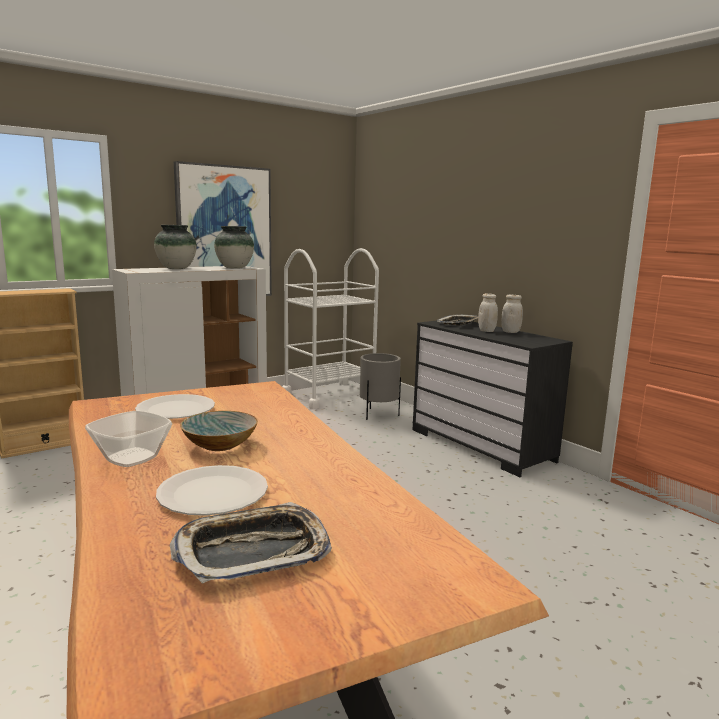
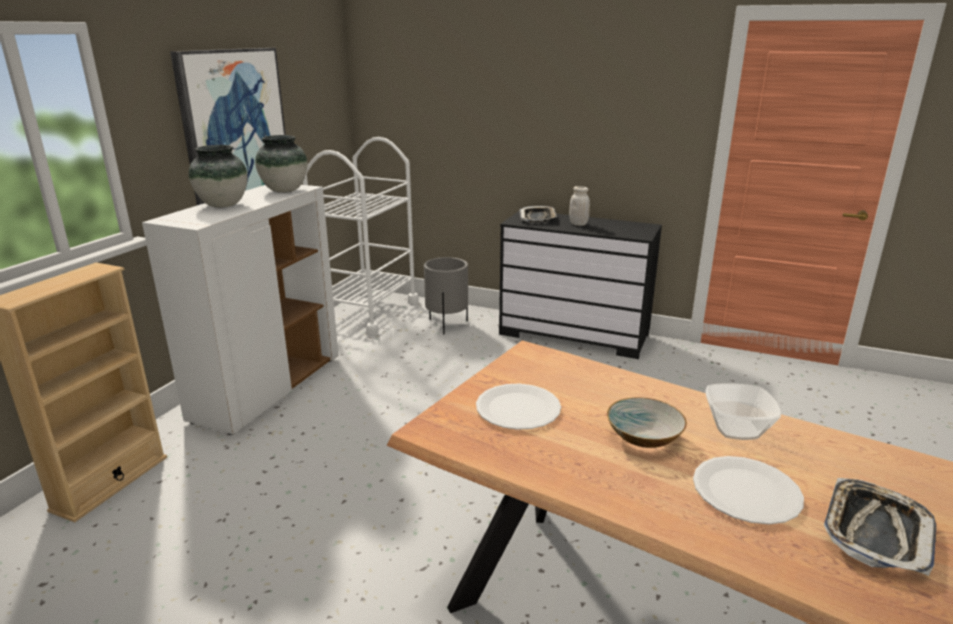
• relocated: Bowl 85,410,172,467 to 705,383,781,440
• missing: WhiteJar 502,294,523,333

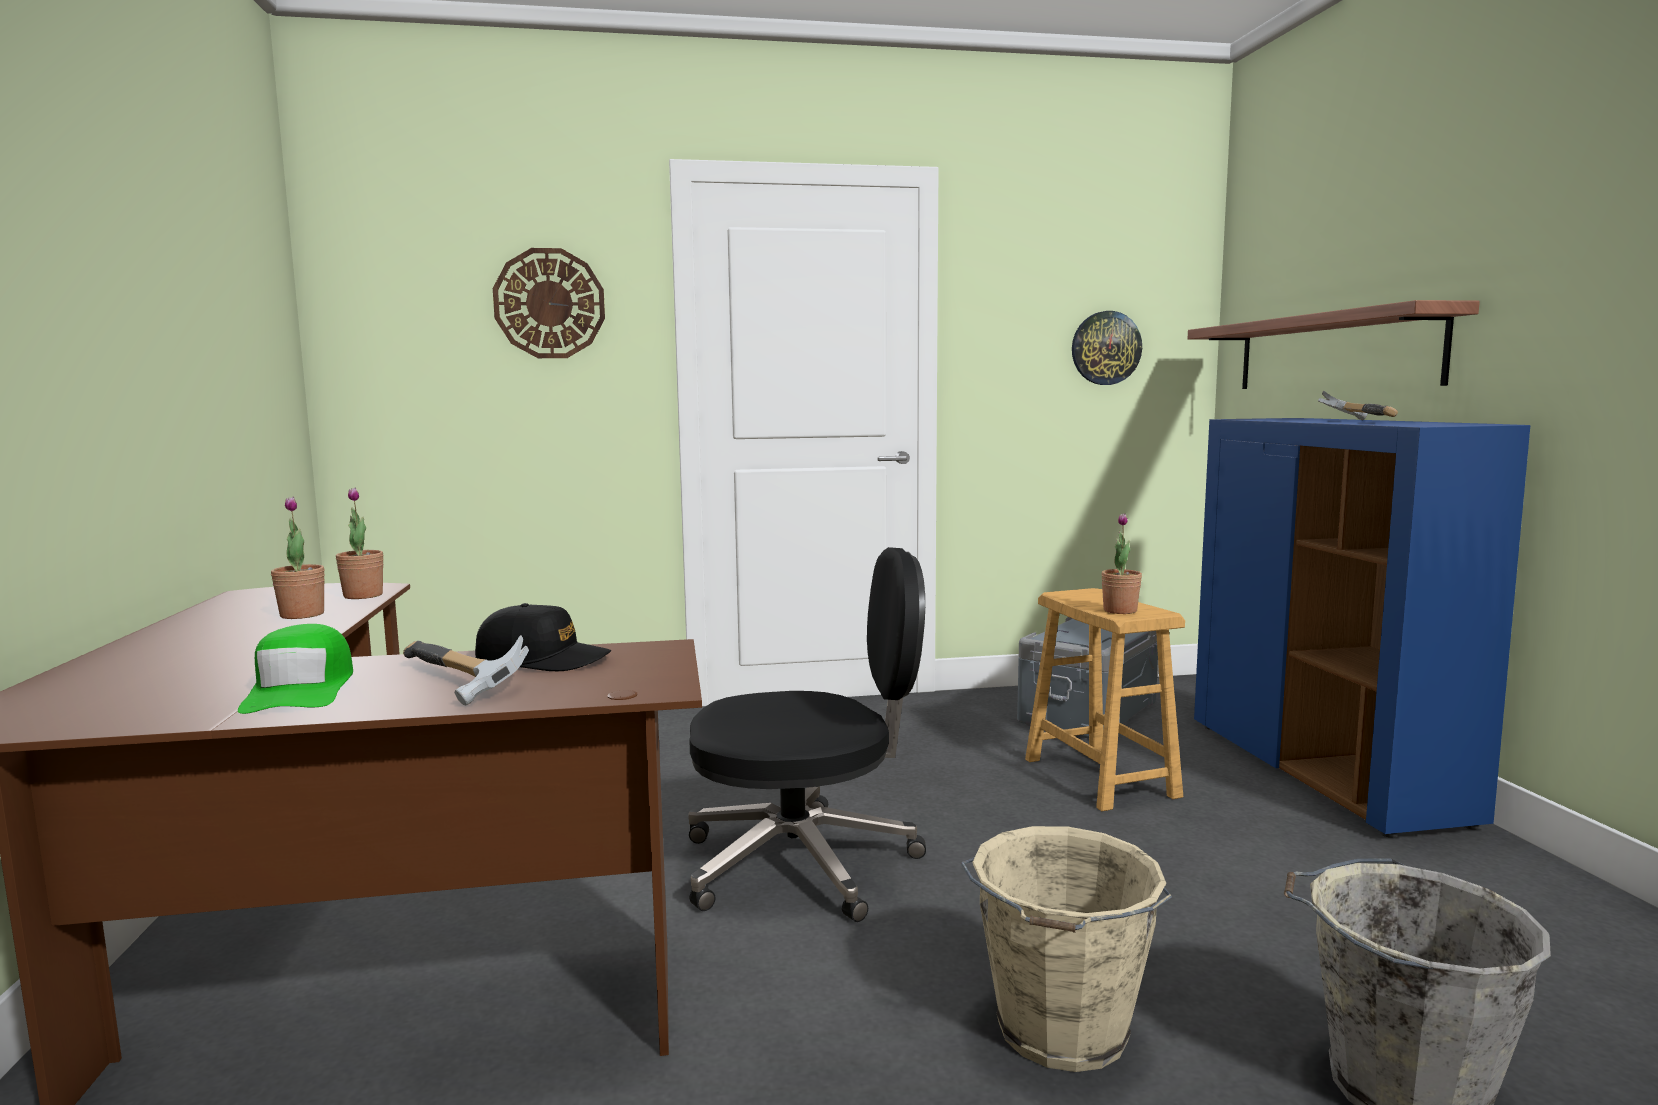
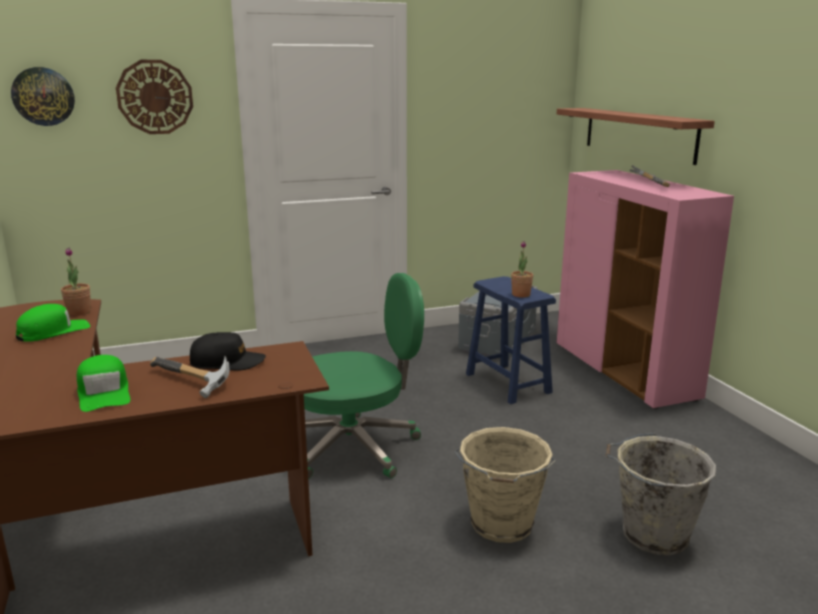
• exchanged: PottedPlant 271,497,325,619 to GreenCap 16,304,90,342
• colour: BlackOfficeChair 688,547,926,922 to GreenOfficeChair 304,273,424,479
• colour: BrownStool 1025,588,1185,811 to BlueStool 466,276,556,404
• relocated: WallClock 1072,311,1142,385 to 11,67,75,126
• colour: BlueCabinet 1194,418,1530,838 to PinkCabinet 557,170,734,409

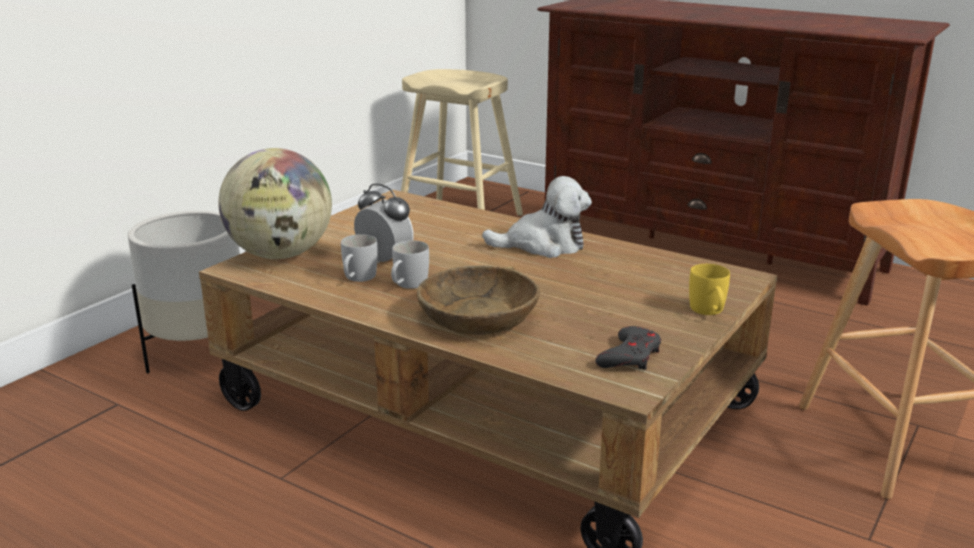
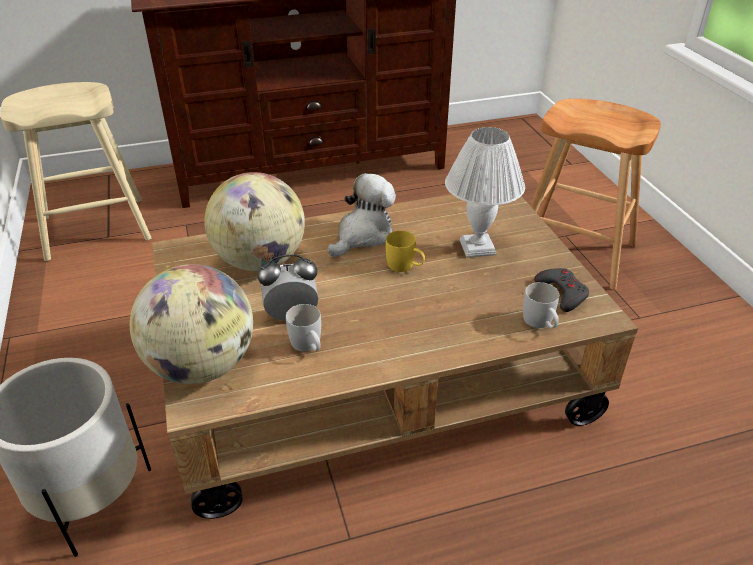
• relocated: WhiteMug 391,240,429,289 to 523,282,559,328
• missing: BrownBowl 417,265,540,335
• relocated: YellowMug 689,264,730,315 to 386,231,425,272
• appeared: Globe 204,172,305,271
• appeared: WhiteTableLamp 445,127,525,258

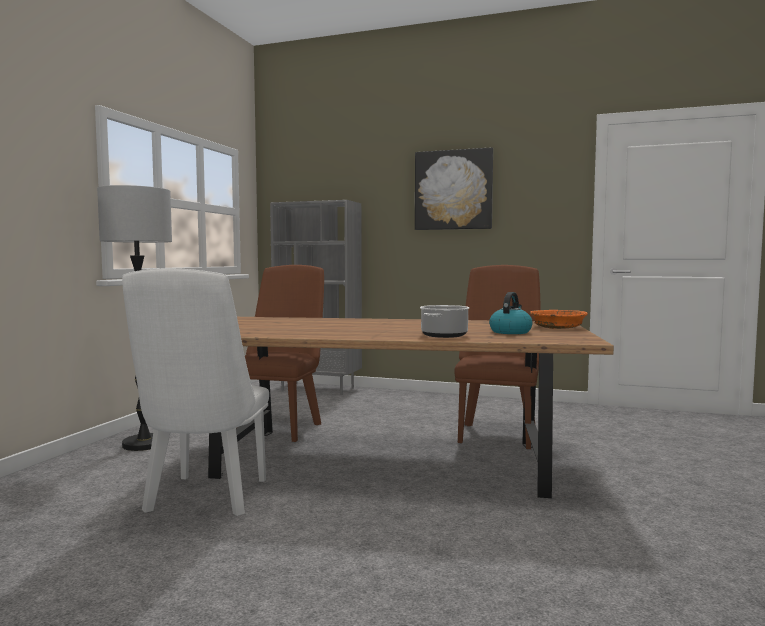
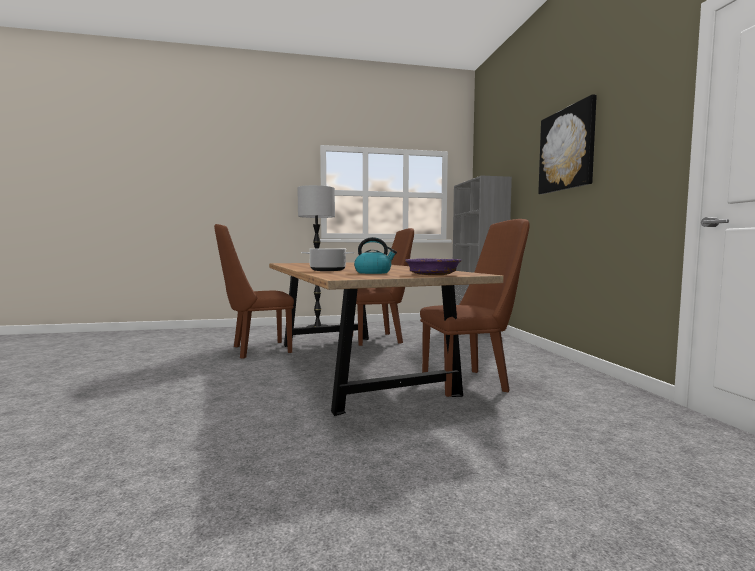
• colour: WhiteChair 122,268,269,516 to BrownChair 214,224,294,359
• colour: OrangeBowl 530,310,588,329 to PurpleBowl 405,258,462,275

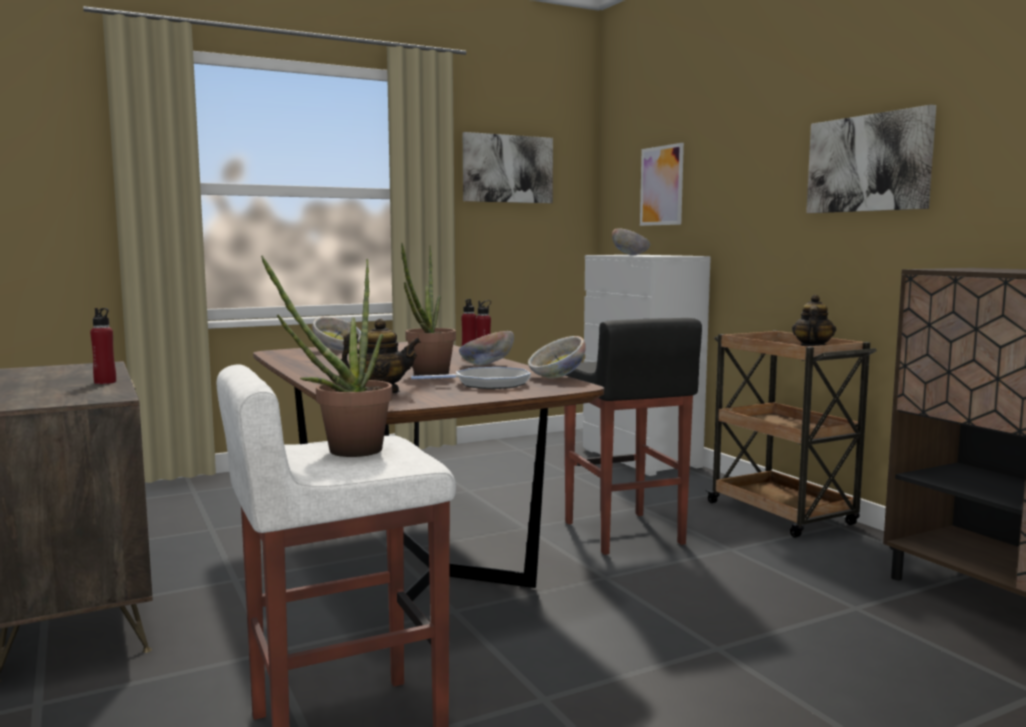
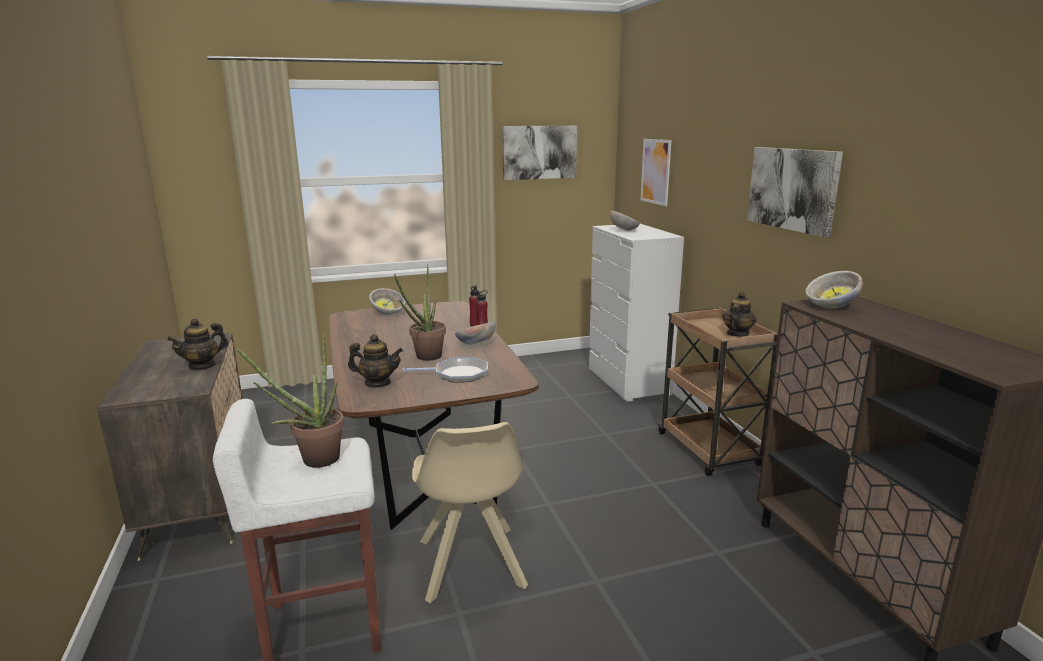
• exchanged: RedBottle 90,308,116,384 to Teapot 167,318,228,371
• relocated: Bowl 528,336,586,378 to 805,271,863,309
• missing: BlackStool 564,318,702,555
• appeared: BeigeChair 412,422,528,603

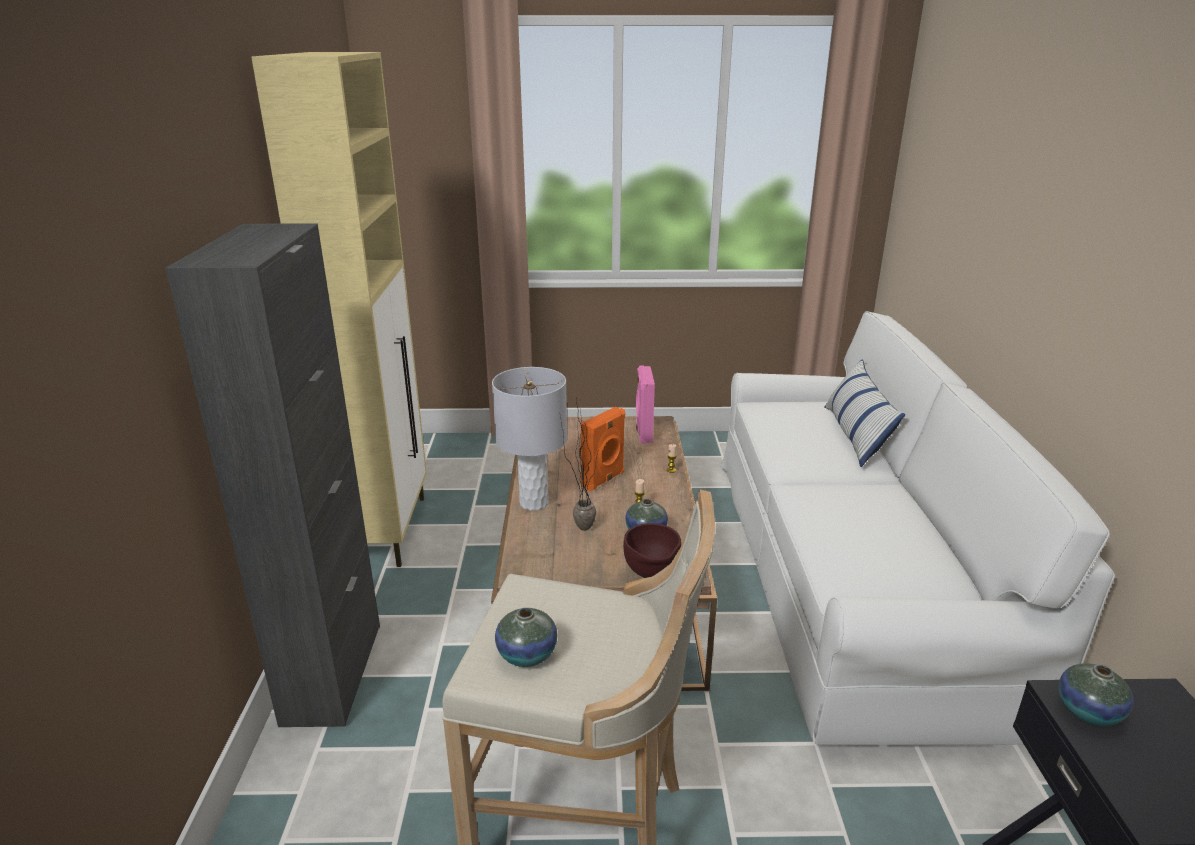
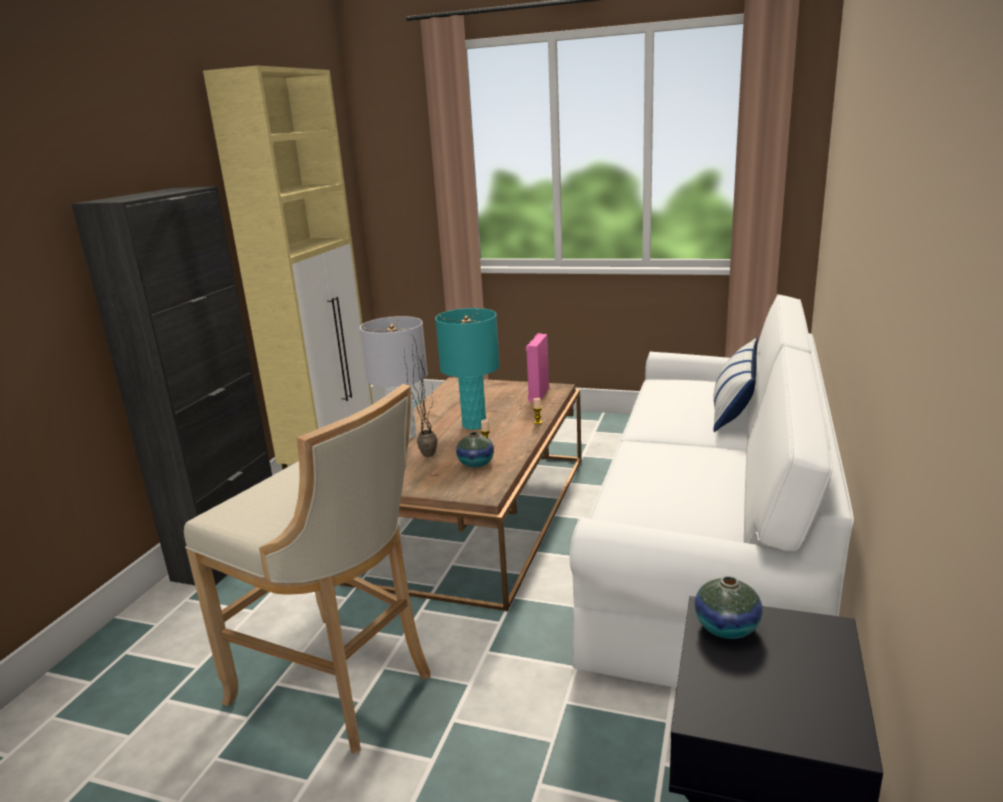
• missing: Vase 495,608,557,667
• exchanged: OrangeSpeaker 581,407,625,491 to TurquoiseTableLamp 435,308,500,430
• missing: BrownBowl 623,523,681,578

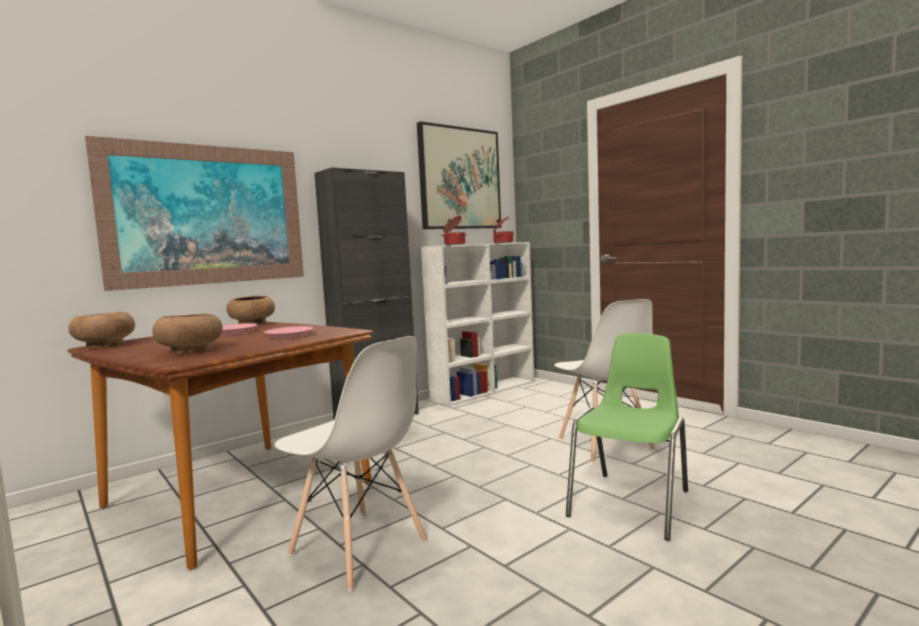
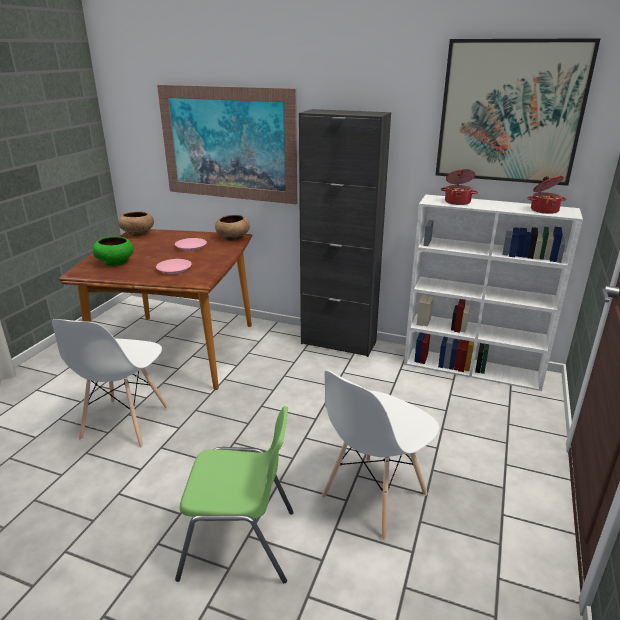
• colour: BrownBowl 152,314,223,355 to GreenBowl 93,236,134,266

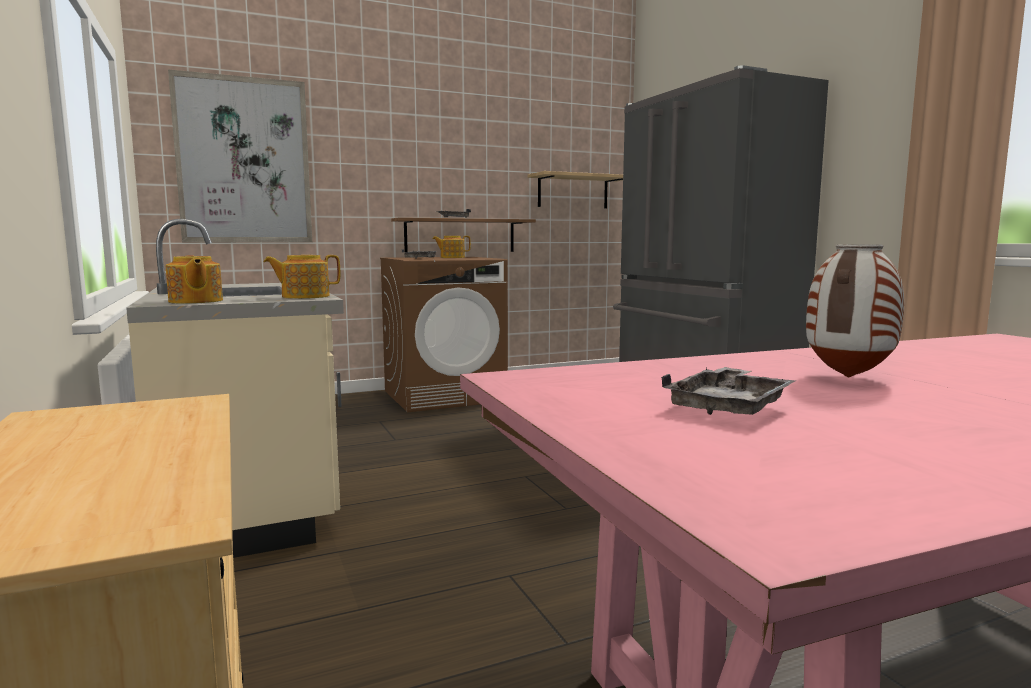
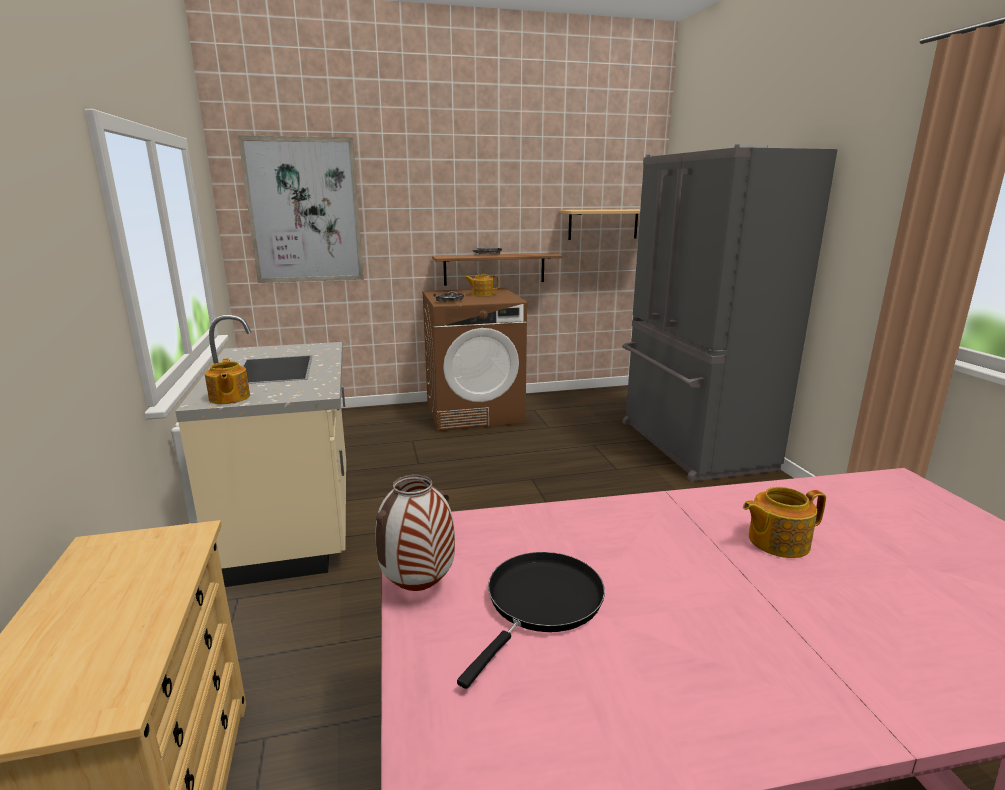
• relocated: Teapot 263,255,340,299 to 743,487,826,558
• exchanged: GreyTray 661,367,796,415 to BlackFryingPan 457,552,605,689
• relocated: Vase 806,244,904,378 to 375,474,455,591

